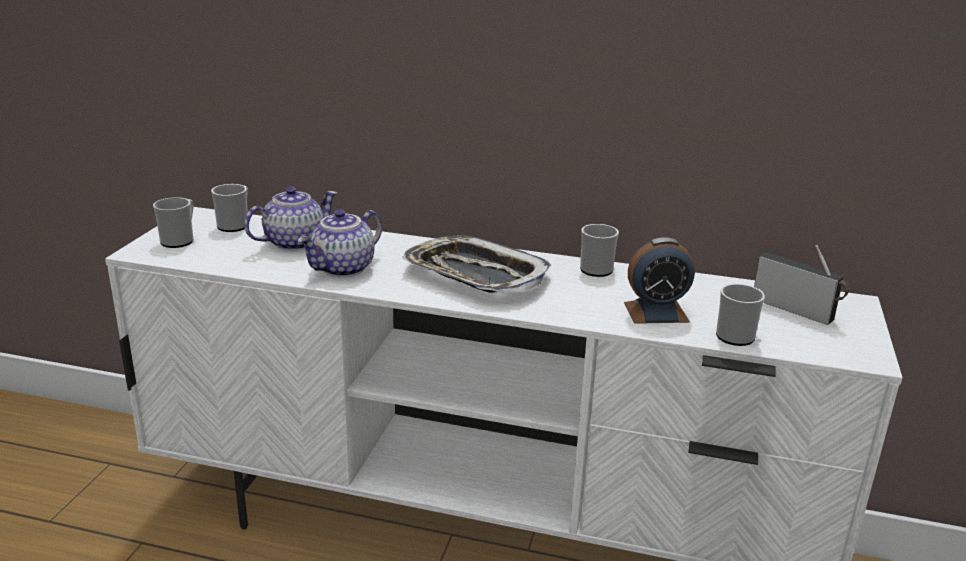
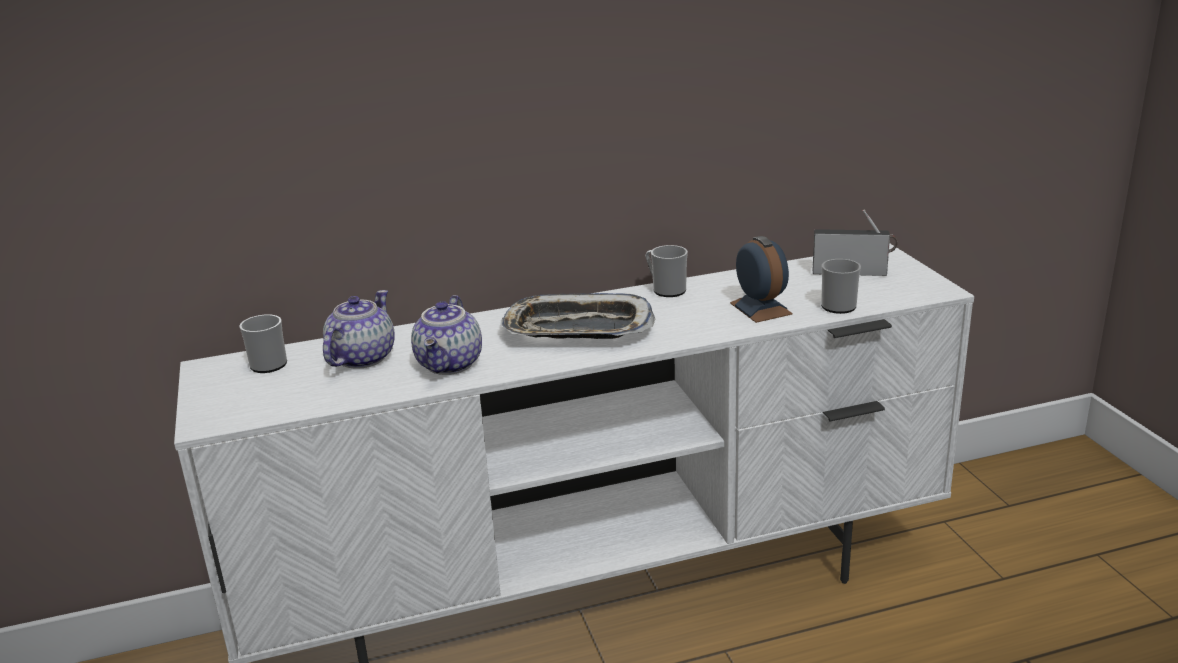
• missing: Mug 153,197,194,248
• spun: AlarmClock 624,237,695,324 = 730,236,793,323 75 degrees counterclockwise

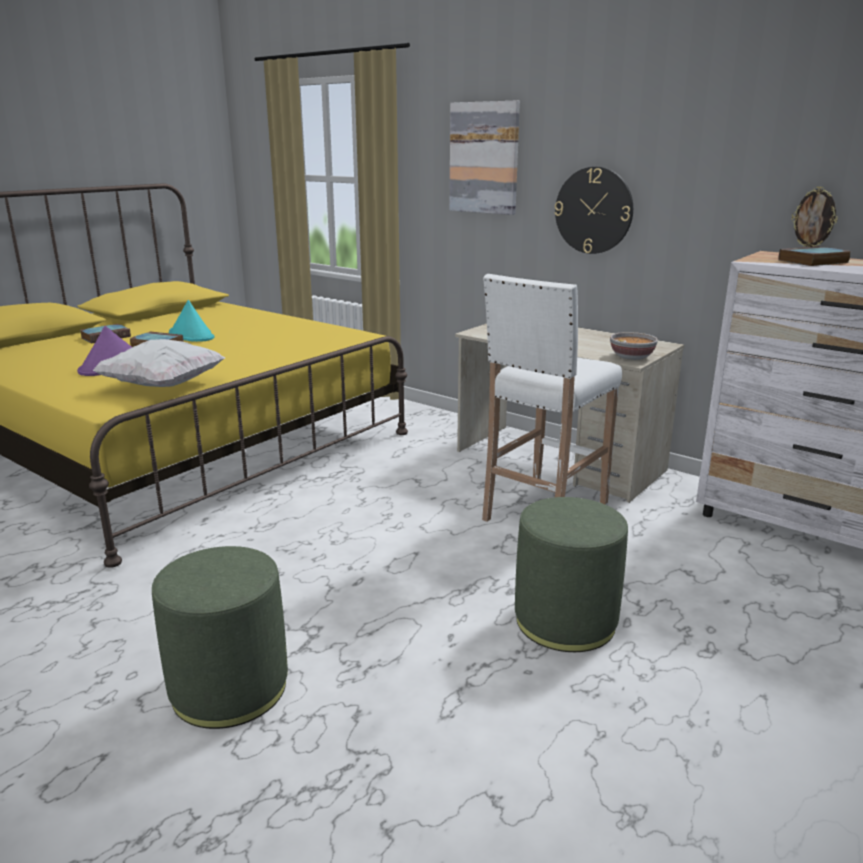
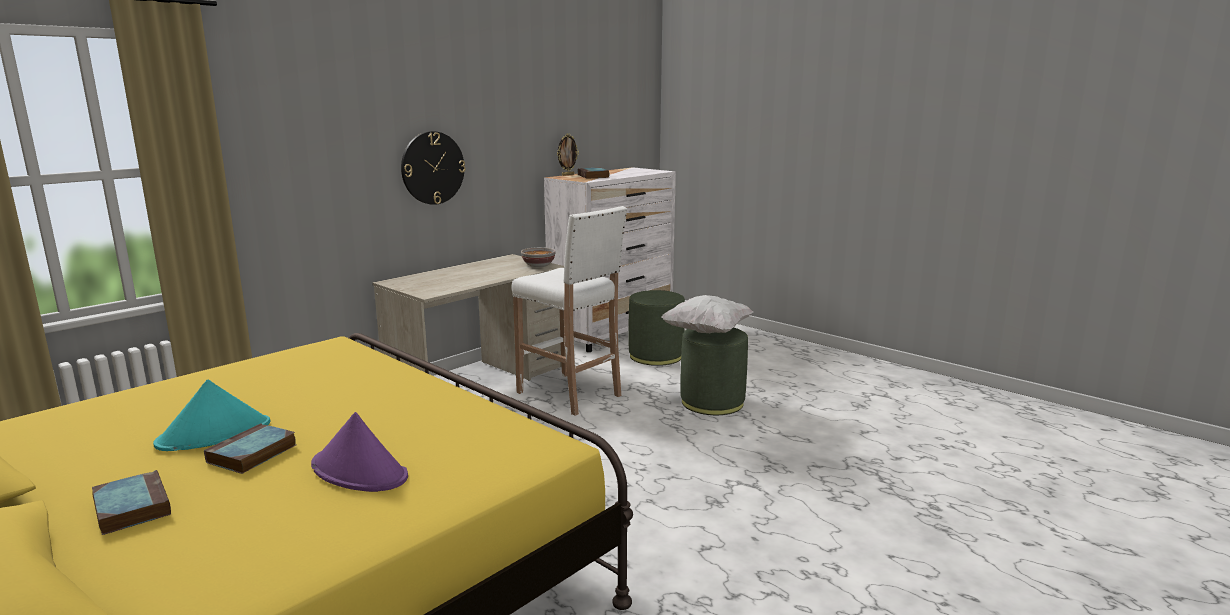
• relocated: WhitePillow 93,339,225,387 to 661,295,753,333
• relocated: GreenOttoman 152,546,288,729 to 629,290,685,366
• missing: Picture 449,101,520,215

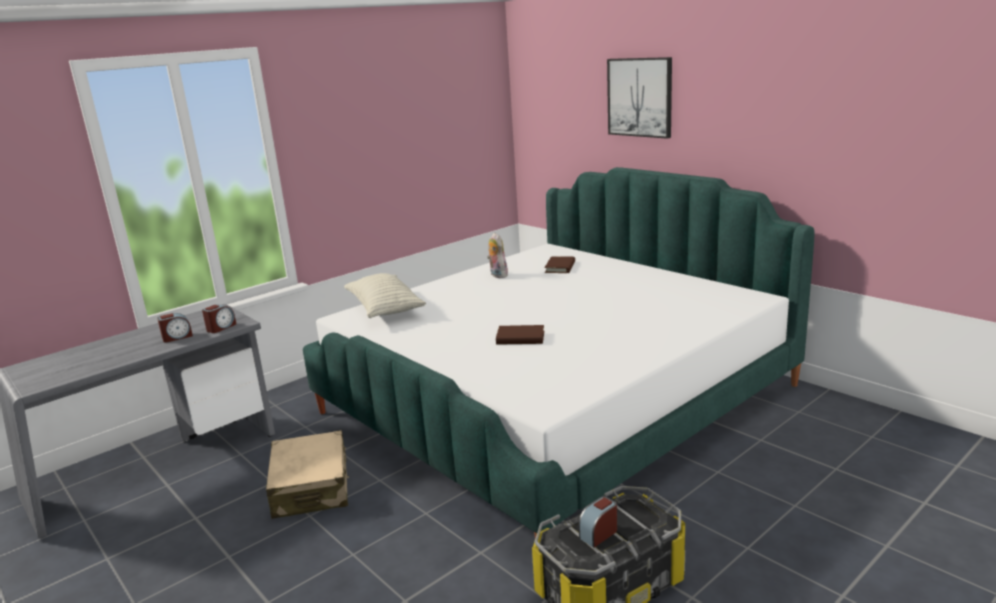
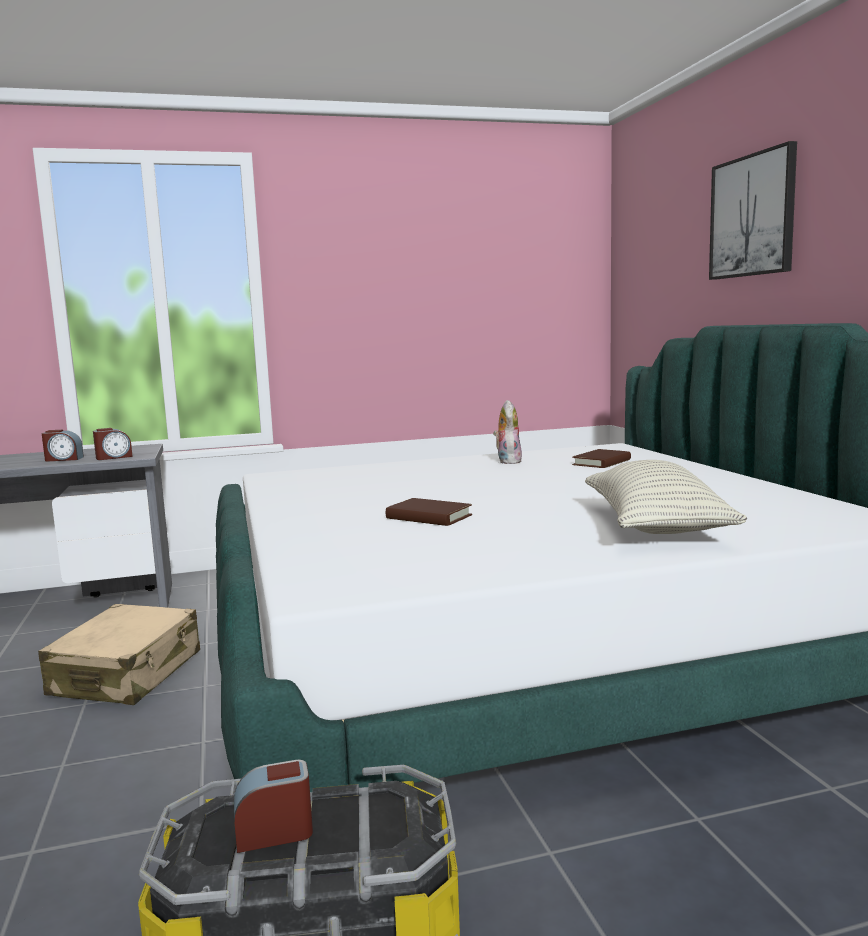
• relocated: Pillow 344,273,426,318 to 585,460,747,534

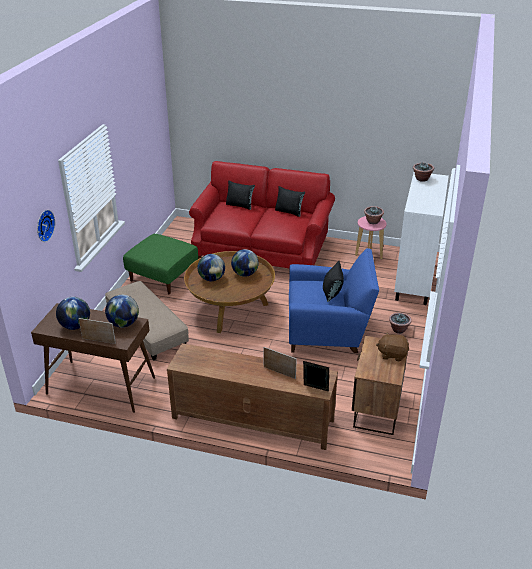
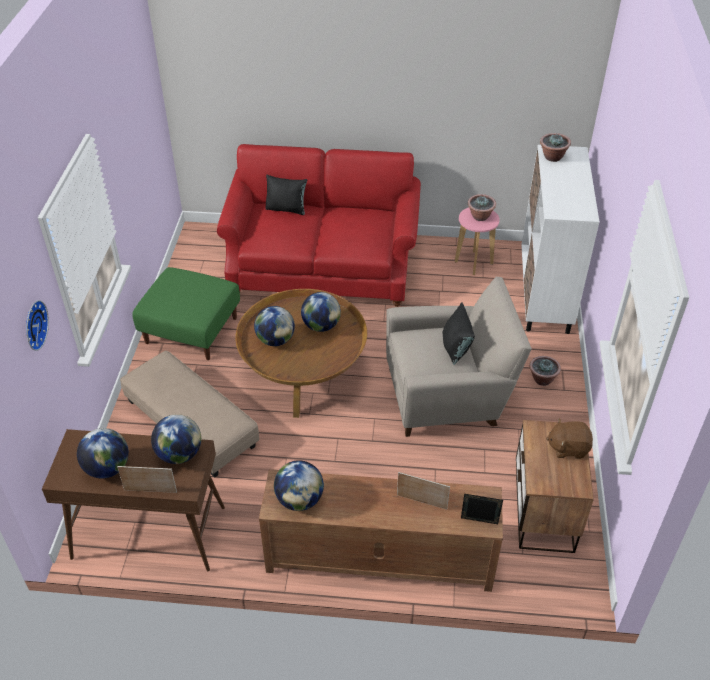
• missing: BlackPillow 275,186,305,217
• colour: BlueArmchair 289,248,379,353 to BeigeArmchair 386,277,532,437
• appeared: Globe 274,460,324,511

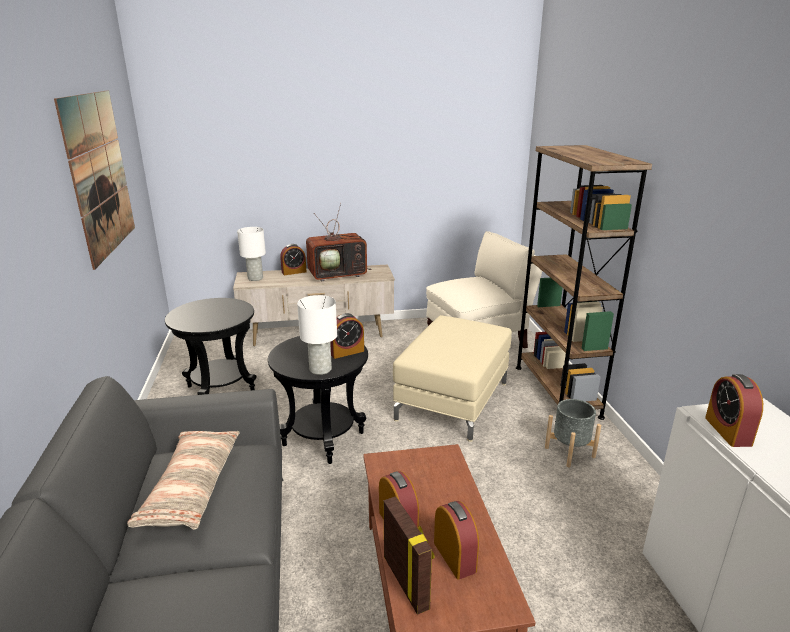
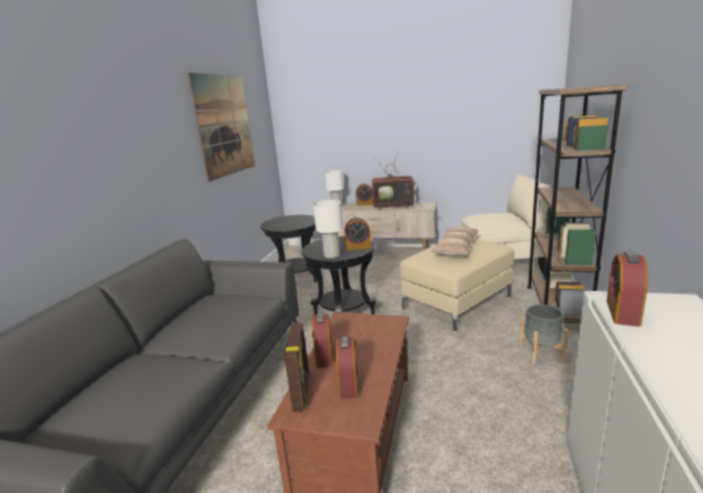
• relocated: Pillow 127,431,240,530 to 431,227,479,256

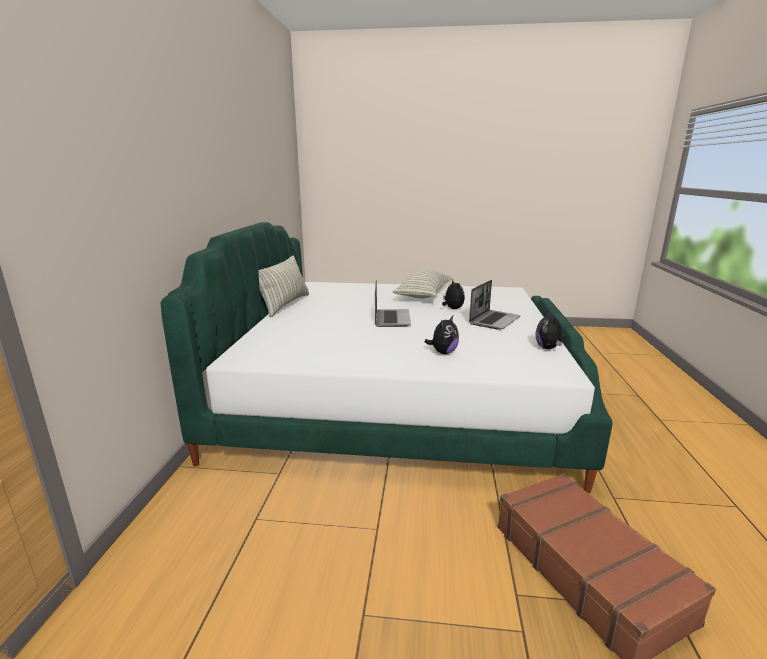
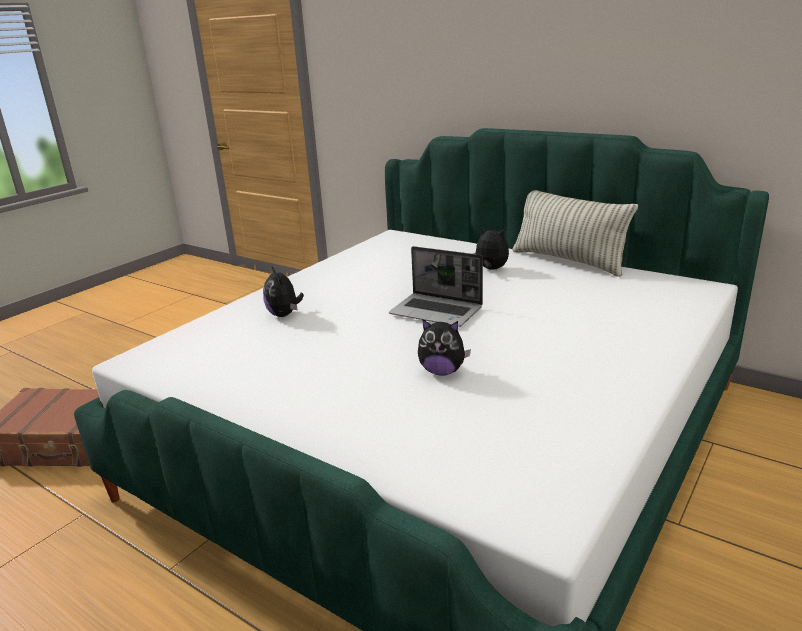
• missing: Pillow 392,270,452,298
• missing: Laptop 469,280,520,330
• relocated: PlushToy 535,311,566,349 to 473,226,509,270

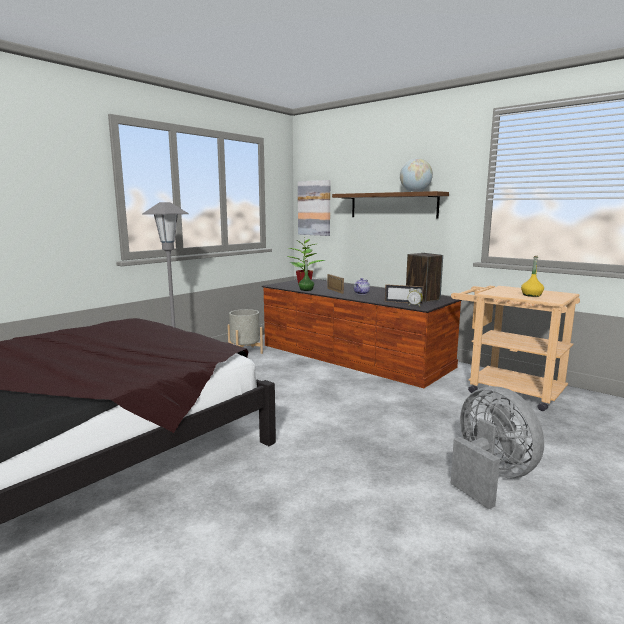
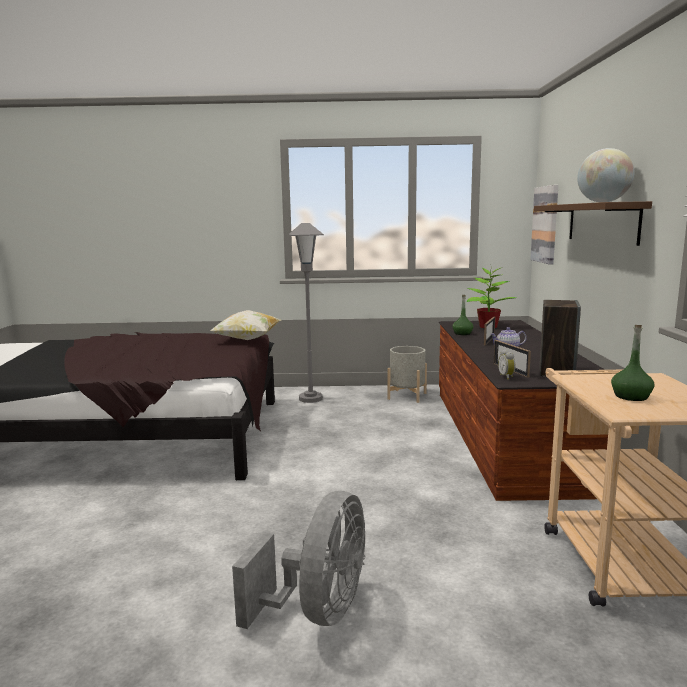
• colour: YellowBottle 521,256,544,297 to GreenBottle 611,325,655,401
• appeared: Pillow 210,310,281,340

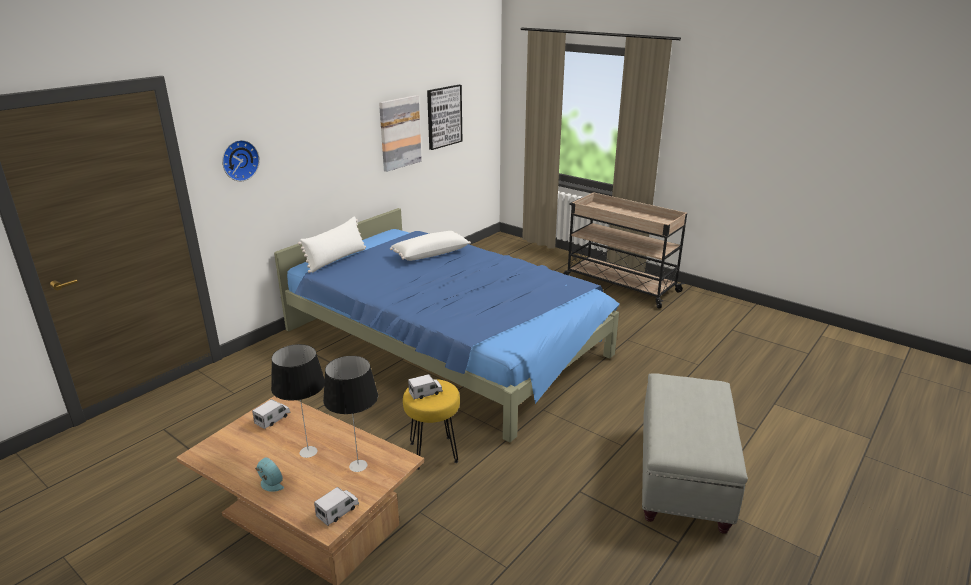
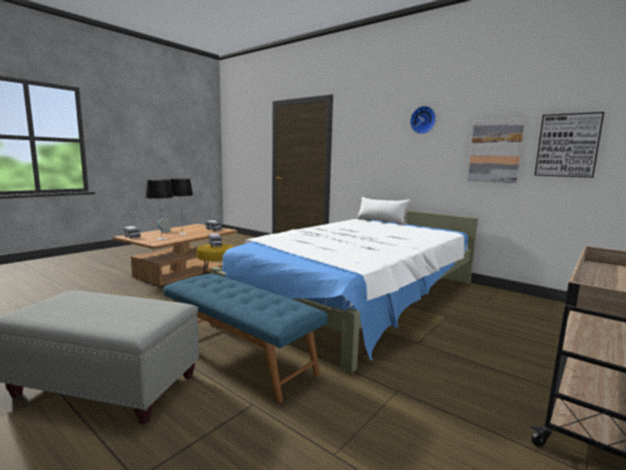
• relocated: WallClock 222,140,260,181 to 410,106,436,134
• colour: BlueBed 274,208,620,442 to WhiteBed 211,210,478,373
• missing: WhitePillow 390,231,471,261
• appeared: BlueBench 163,274,328,403

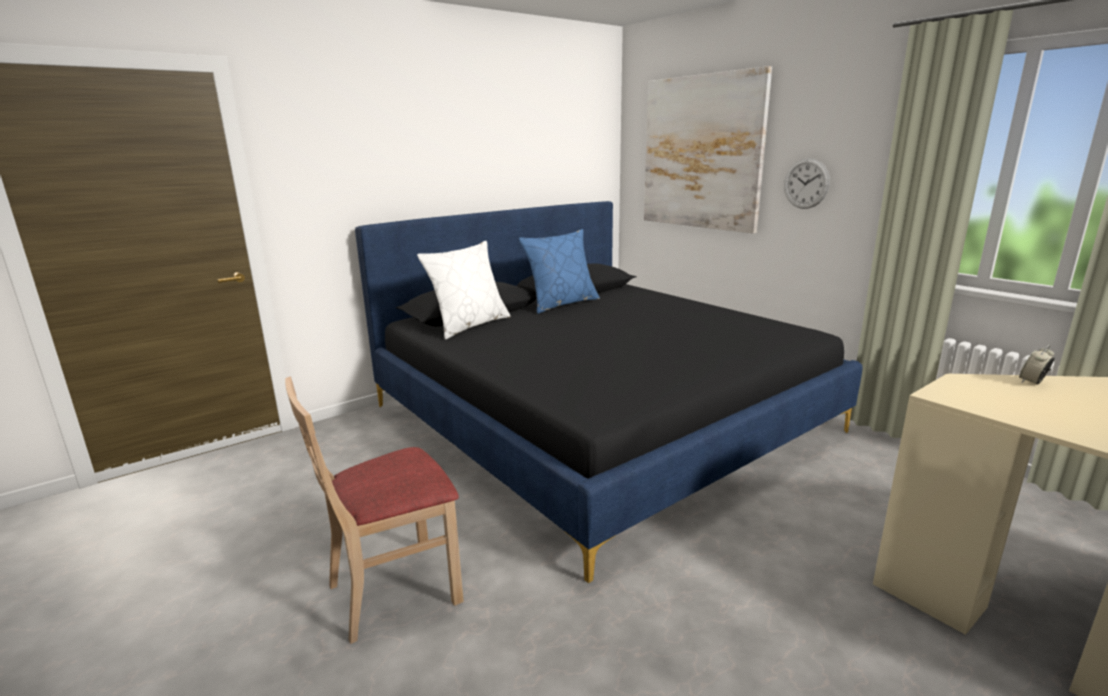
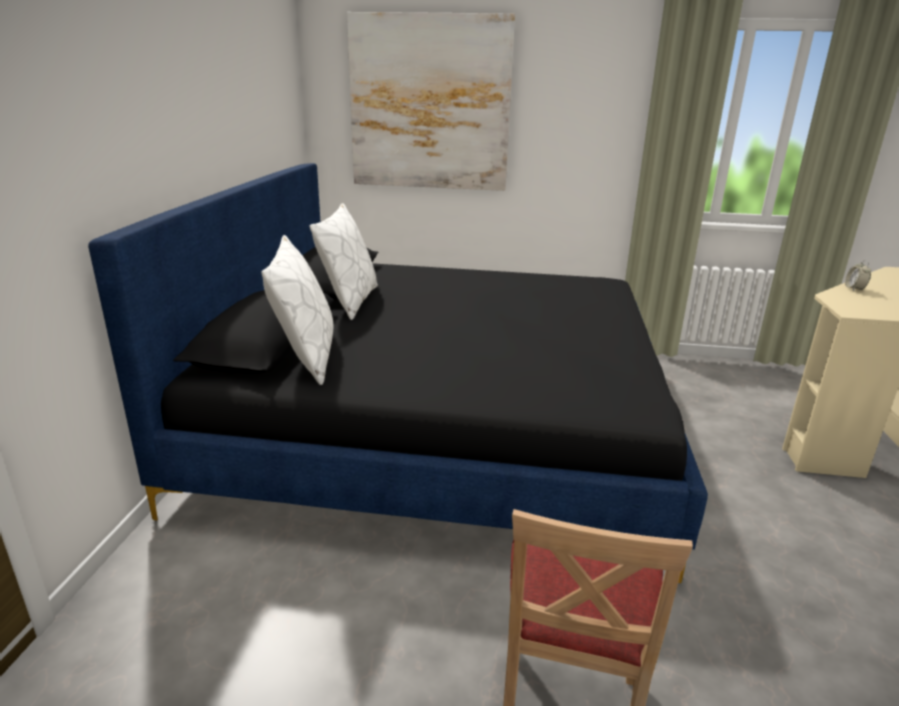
• colour: BluePillow 519,229,600,314 to WhitePillow 310,203,378,320
• missing: WallClock 784,158,830,209

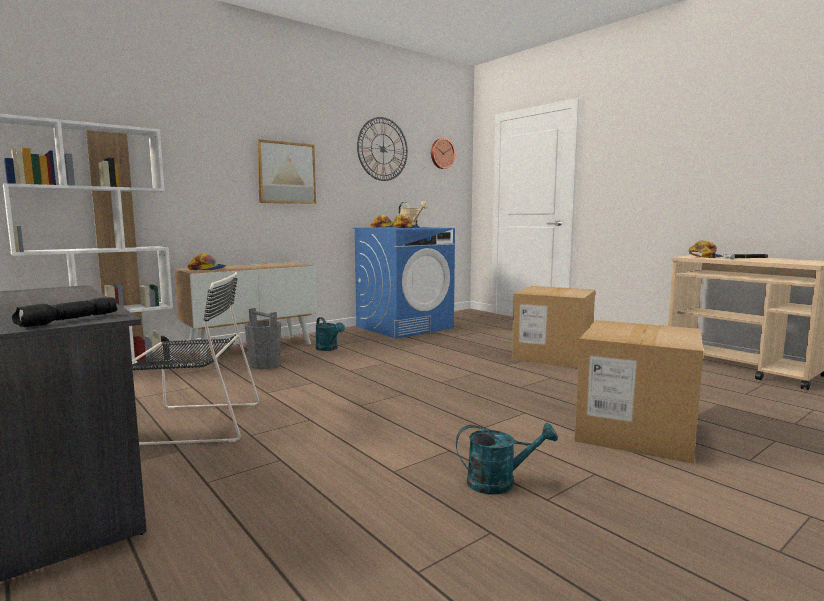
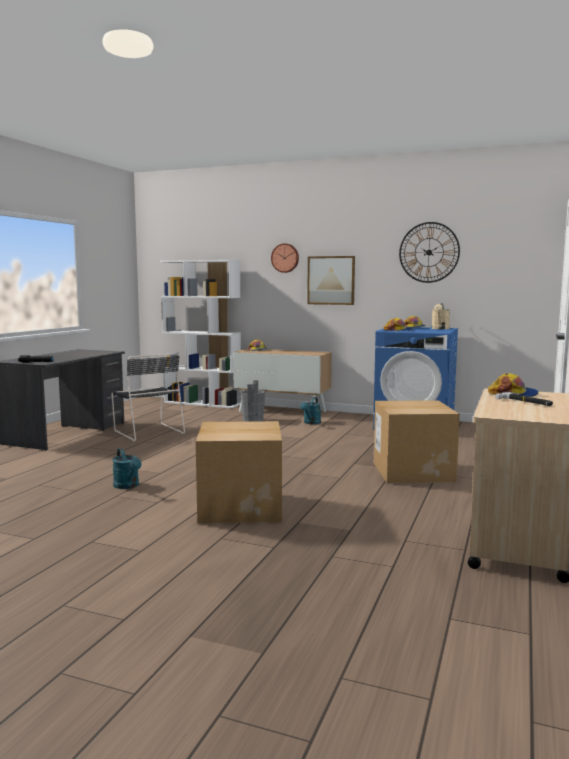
• relocated: WallClock 431,138,455,169 to 271,243,299,273

